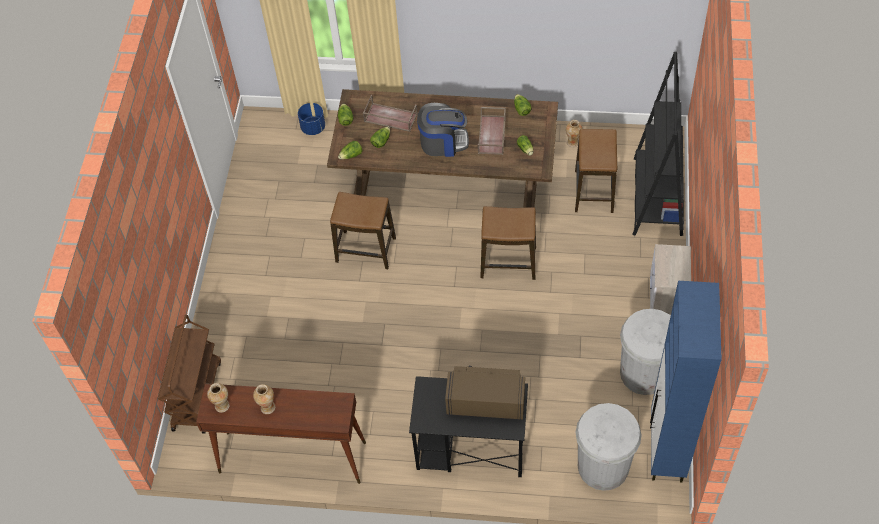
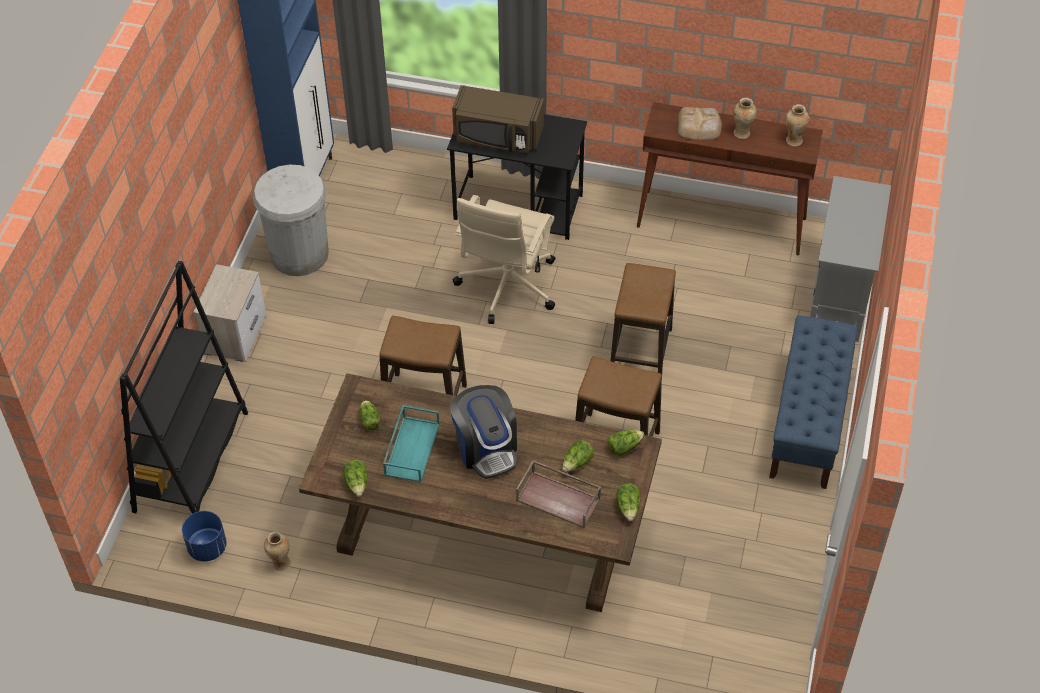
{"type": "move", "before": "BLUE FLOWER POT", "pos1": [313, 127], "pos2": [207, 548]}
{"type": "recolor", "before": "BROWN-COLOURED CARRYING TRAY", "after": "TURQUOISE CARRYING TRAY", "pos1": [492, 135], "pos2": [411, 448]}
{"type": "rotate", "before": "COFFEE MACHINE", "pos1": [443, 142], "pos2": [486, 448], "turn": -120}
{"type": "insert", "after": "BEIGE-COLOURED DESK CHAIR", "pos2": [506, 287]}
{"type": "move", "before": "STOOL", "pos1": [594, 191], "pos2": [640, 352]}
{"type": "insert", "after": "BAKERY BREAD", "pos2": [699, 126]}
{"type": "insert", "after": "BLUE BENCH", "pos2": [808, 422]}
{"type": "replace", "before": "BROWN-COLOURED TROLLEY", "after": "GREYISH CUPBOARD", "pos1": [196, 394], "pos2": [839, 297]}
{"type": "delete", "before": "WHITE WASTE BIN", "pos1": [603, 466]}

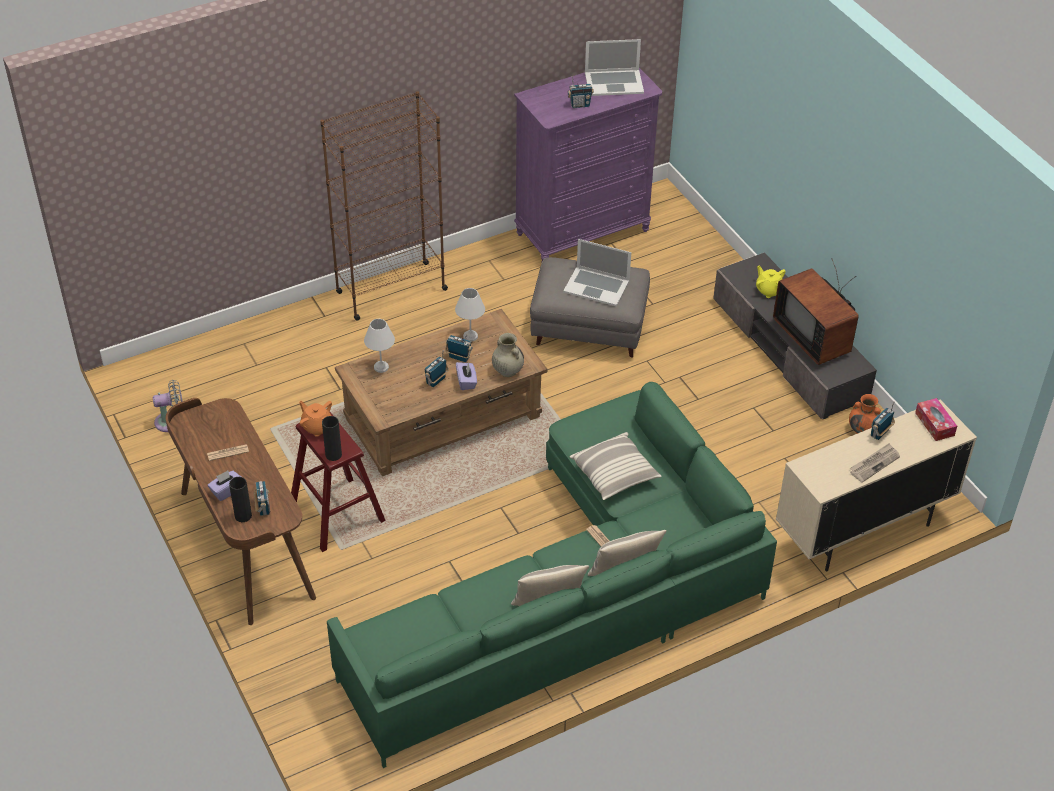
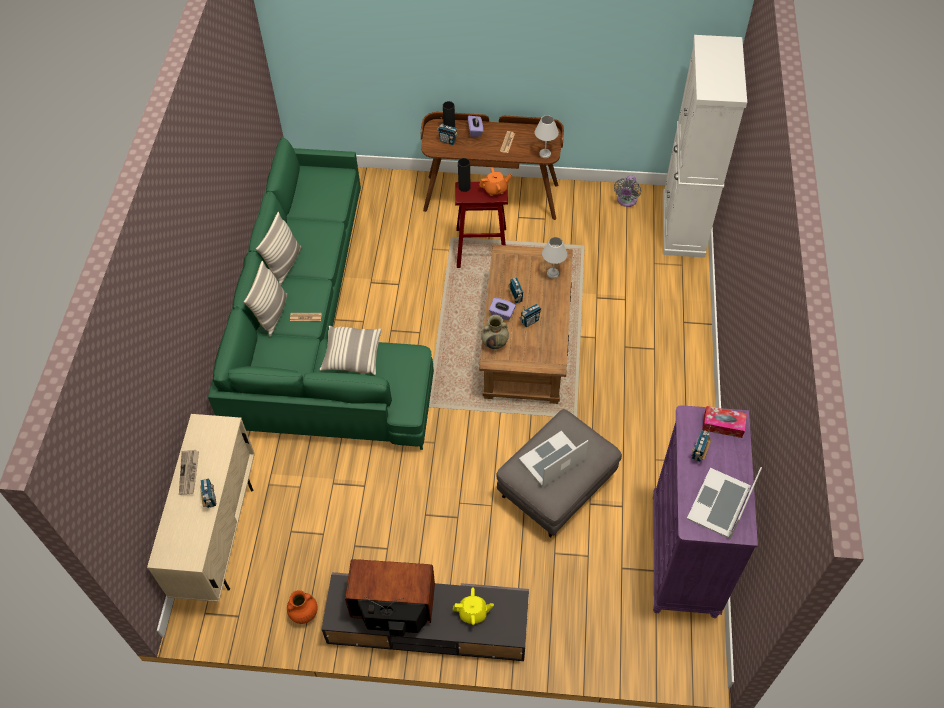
{"type": "move", "before": "WHITE LAMP FOR A TABLE", "pos1": [470, 336], "pos2": [545, 154]}
{"type": "insert", "after": "WHITE CUPBOARD", "pos2": [683, 225]}
{"type": "move", "before": "TISSUE BOX", "pos1": [934, 424], "pos2": [723, 425]}
{"type": "delete", "before": "BROWN-COLOURED SHELVING UNIT", "pos1": [391, 291]}

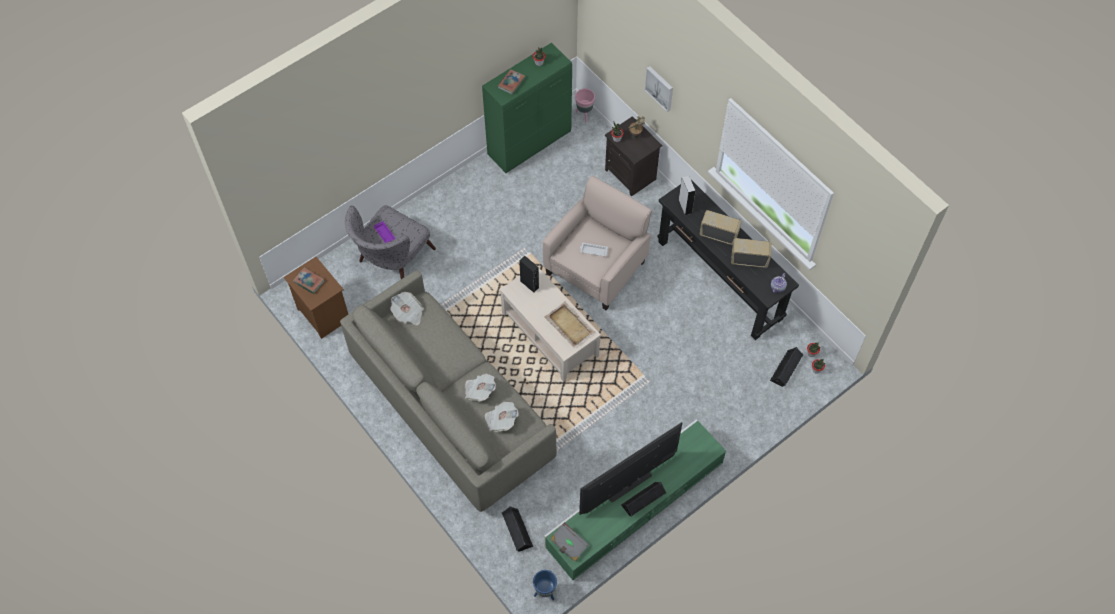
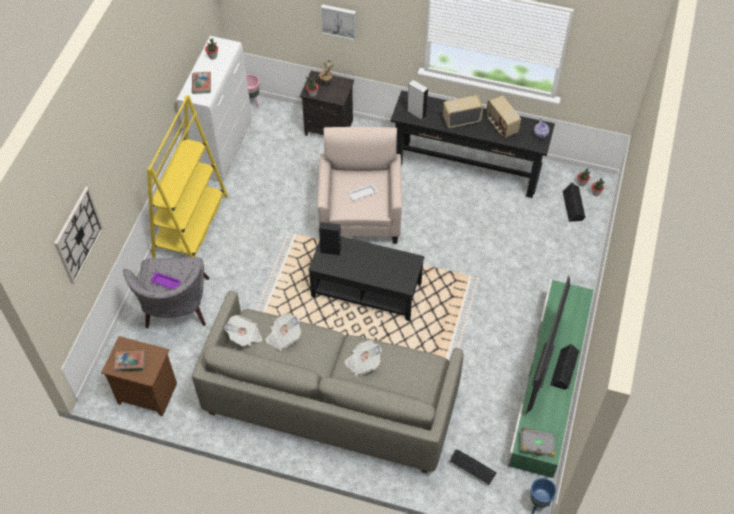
{"type": "insert", "after": "WALL CLOCK", "pos2": [78, 235]}
{"type": "insert", "after": "YELLOWISH SHELVING UNIT", "pos2": [191, 226]}
{"type": "recolor", "before": "GREEN CUPBOARD", "after": "WHITE CUPBOARD", "pos1": [530, 143], "pos2": [223, 148]}
{"type": "move", "before": "PRINTED PAPER", "pos1": [501, 420], "pos2": [283, 337]}
{"type": "recolor", "before": "BEIGE-COLOURED LOW TABLE", "after": "BLACKISH LOW TABLE", "pos1": [549, 334], "pos2": [366, 290]}
{"type": "rotate", "before": "RADIO SET", "pos1": [749, 259], "pos2": [501, 125], "turn": -90}
{"type": "delete", "before": "BEIGE-COLOURED CARRYING TRAY", "pos1": [569, 325]}

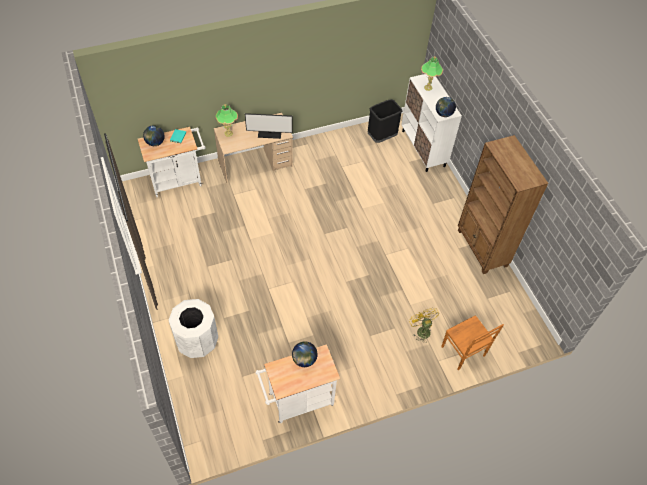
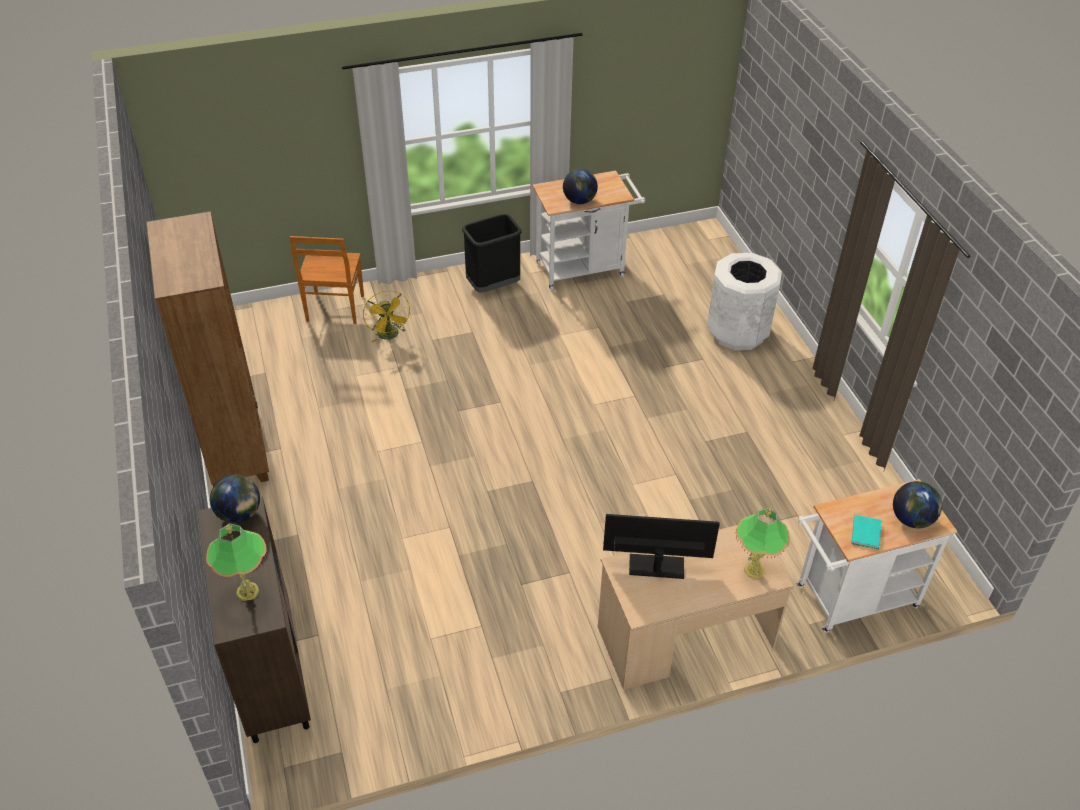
{"type": "recolor", "before": "WHITE CUPBOARD", "after": "BROWN-COLOURED CUPBOARD", "pos1": [423, 148], "pos2": [271, 671]}
{"type": "rotate", "before": "BROWN-COLOURED PLAIN CHAIR", "pos1": [463, 352], "pos2": [334, 309], "turn": -150}
{"type": "move", "before": "BLACKISH WASTE BIN", "pos1": [381, 137], "pos2": [493, 285]}

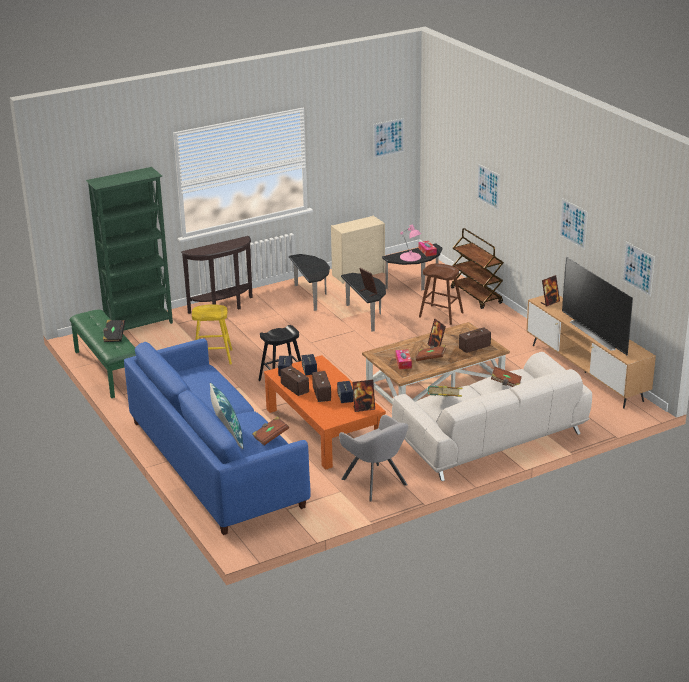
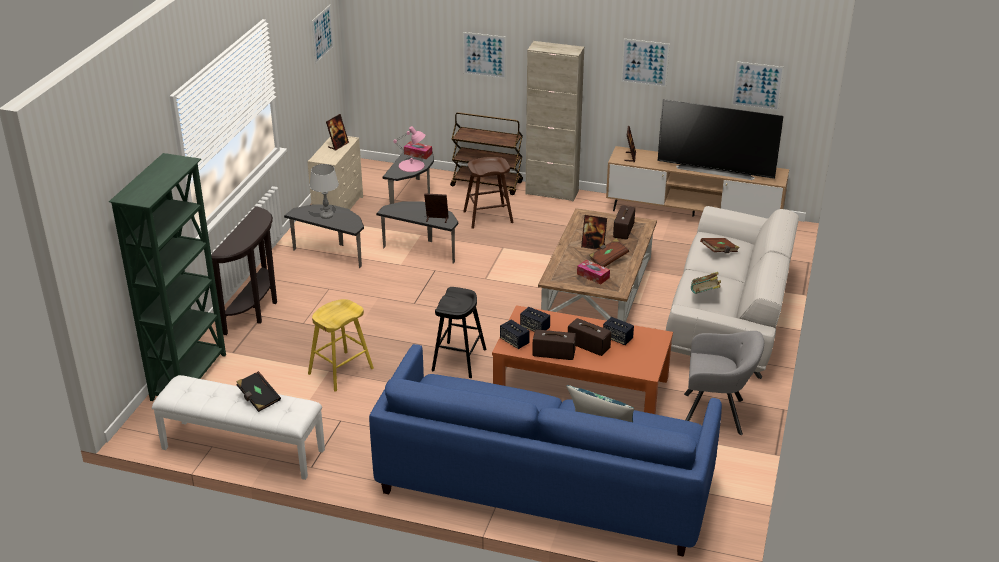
{"type": "recolor", "before": "GREEN BENCH", "after": "WHITE BENCH", "pos1": [107, 370], "pos2": [242, 450]}
{"type": "insert", "after": "GREYISH LAMP FOR A TABLE", "pos2": [326, 215]}
{"type": "move", "before": "PHOTO FRAME", "pos1": [364, 408], "pos2": [338, 145]}
{"type": "insert", "after": "BEIGE-COLOURED CUPBOARD", "pos2": [552, 192]}
{"type": "delete", "before": "BROWN-COLOURED BOOK", "pos1": [270, 436]}

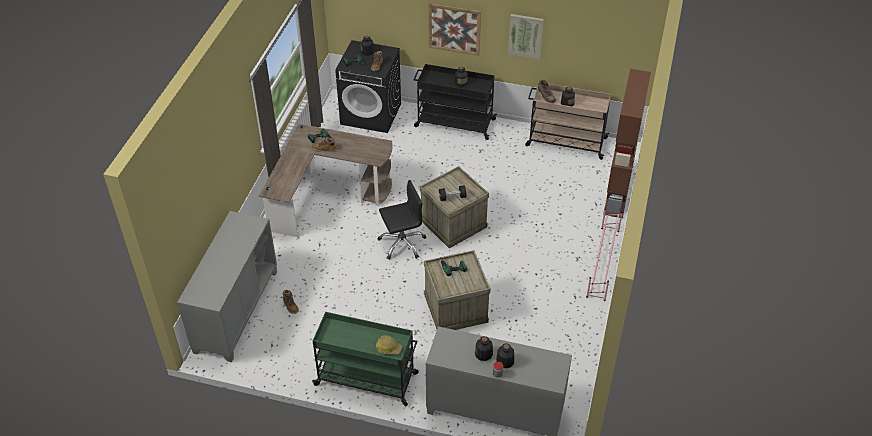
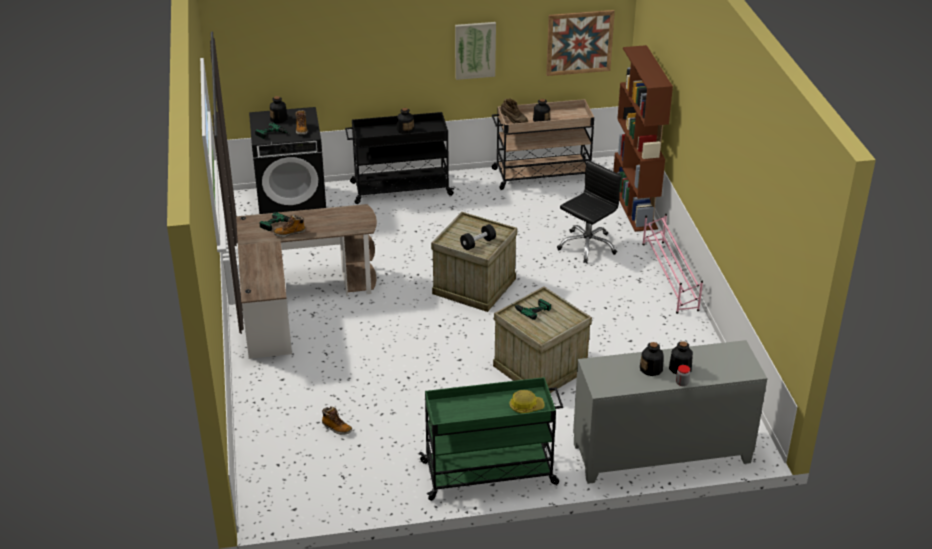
{"type": "move", "before": "PICTURE", "pos1": [454, 29], "pos2": [579, 42]}
{"type": "move", "before": "BLACKISH DESK CHAIR", "pos1": [402, 243], "pos2": [587, 246]}
{"type": "delete", "before": "GREYISH CUPBOARD", "pos1": [236, 311]}

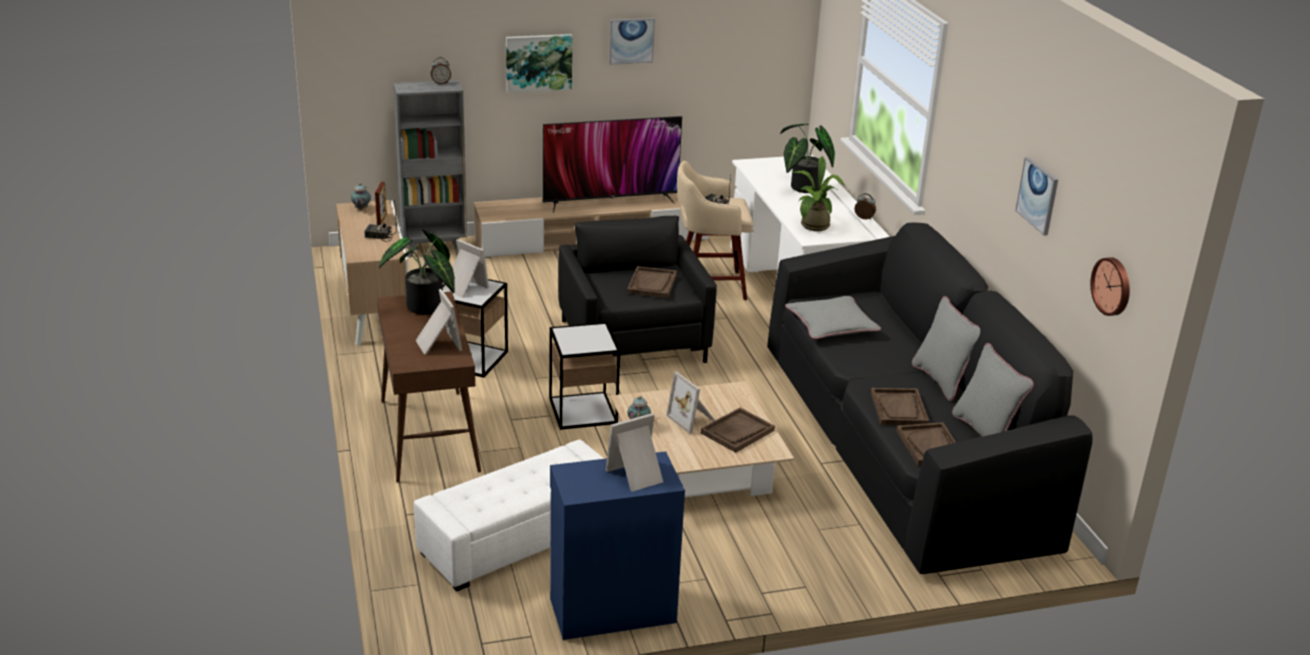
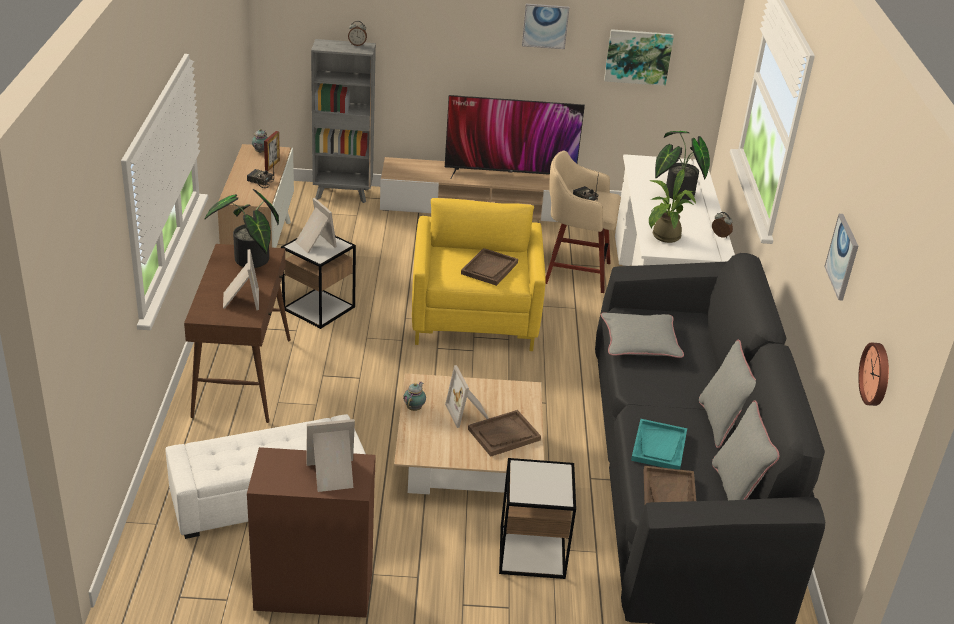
{"type": "recolor", "before": "BLUE CUPBOARD", "after": "BROWN-COLOURED CUPBOARD", "pos1": [611, 609], "pos2": [313, 589]}
{"type": "recolor", "before": "BLACKISH LOUNGE CHAIR", "after": "YELLOWISH LOUNGE CHAIR", "pos1": [633, 341], "pos2": [474, 316]}
{"type": "move", "before": "ACCENT TABLE", "pos1": [582, 411], "pos2": [532, 552]}
{"type": "move", "before": "PICTURE", "pos1": [538, 62], "pos2": [638, 56]}
{"type": "recolor", "before": "BROWN-COLOURED CARRYING TRAY", "after": "TURQUOISE CARRYING TRAY", "pos1": [899, 409], "pos2": [659, 446]}

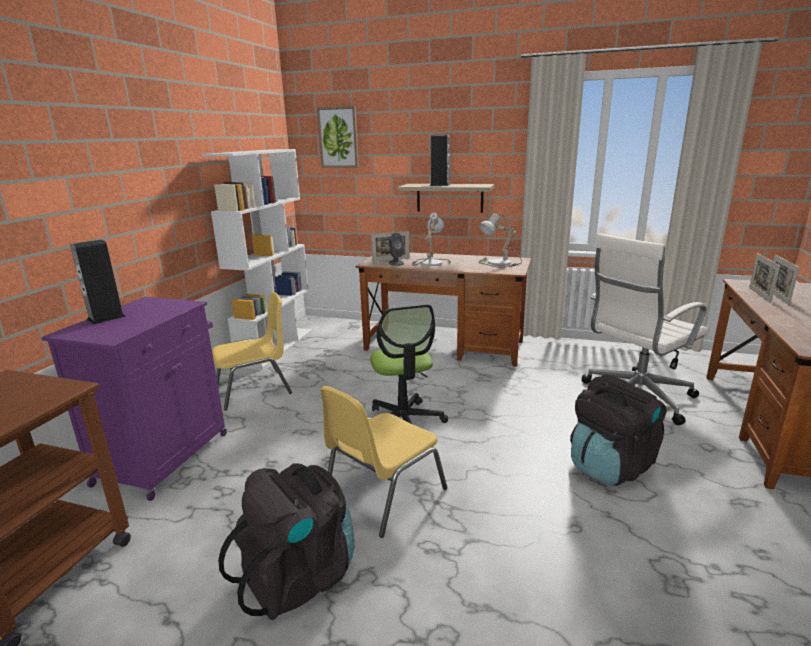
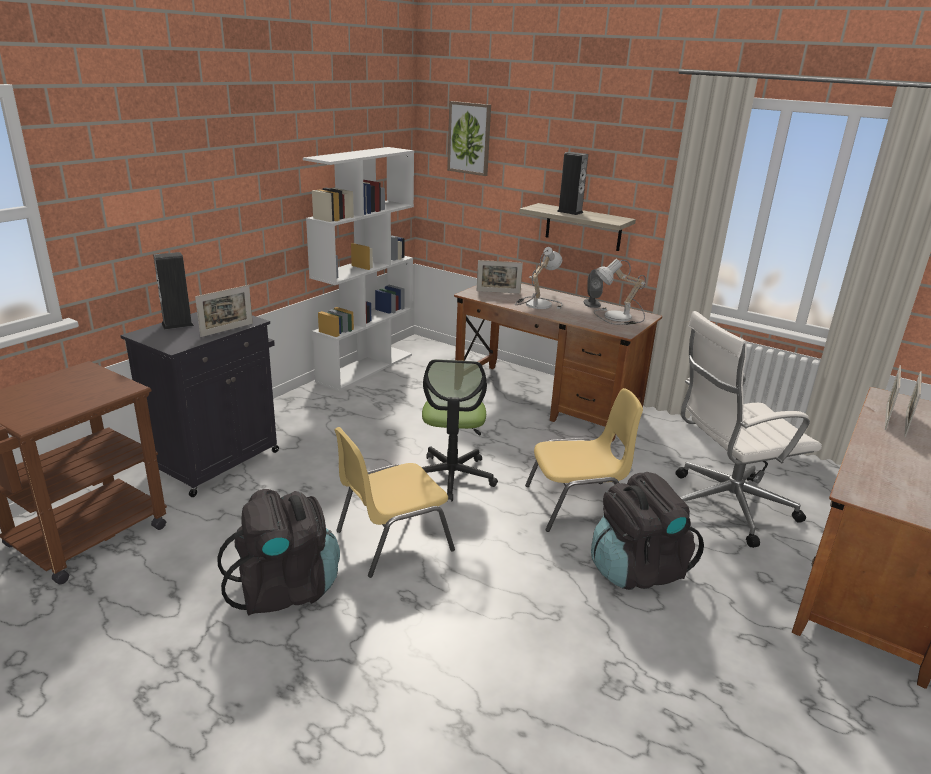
{"type": "recolor", "before": "PURPLISH CUPBOARD", "after": "BLACKISH CUPBOARD", "pos1": [165, 457], "pos2": [217, 461]}
{"type": "insert", "after": "PHOTO FRAME", "pos2": [227, 330]}
{"type": "move", "before": "YELLOWISH PLAIN CHAIR", "pos1": [254, 389], "pos2": [577, 505]}
{"type": "move", "before": "GREYISH AUDIO SPEAKER", "pos1": [396, 263], "pos2": [592, 303]}

